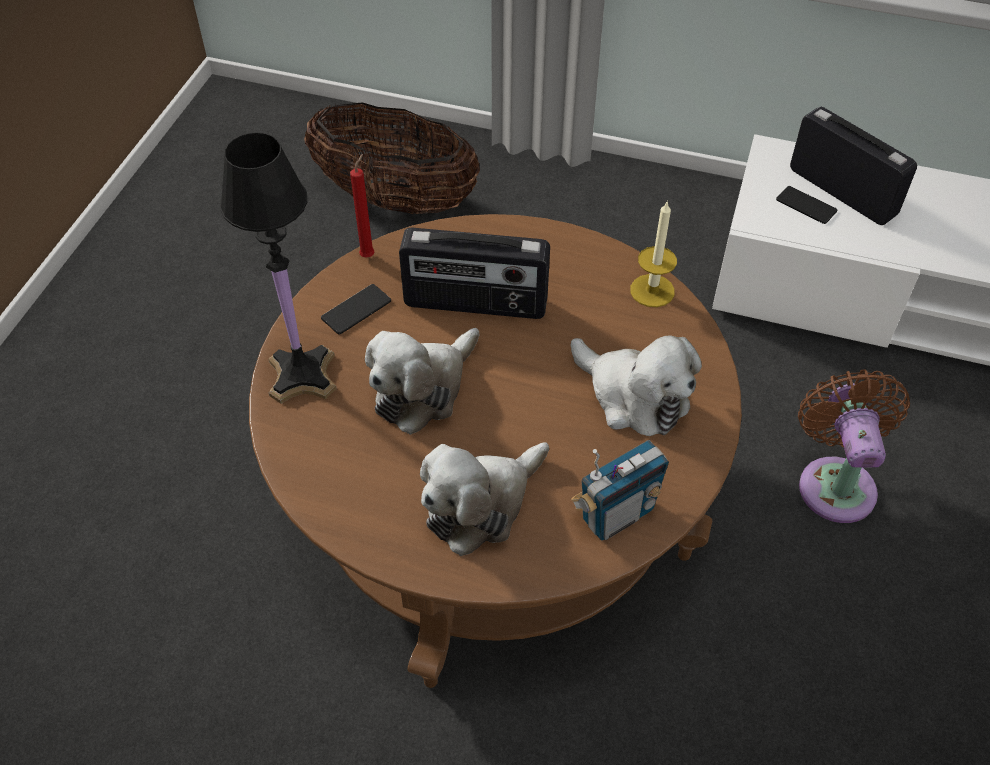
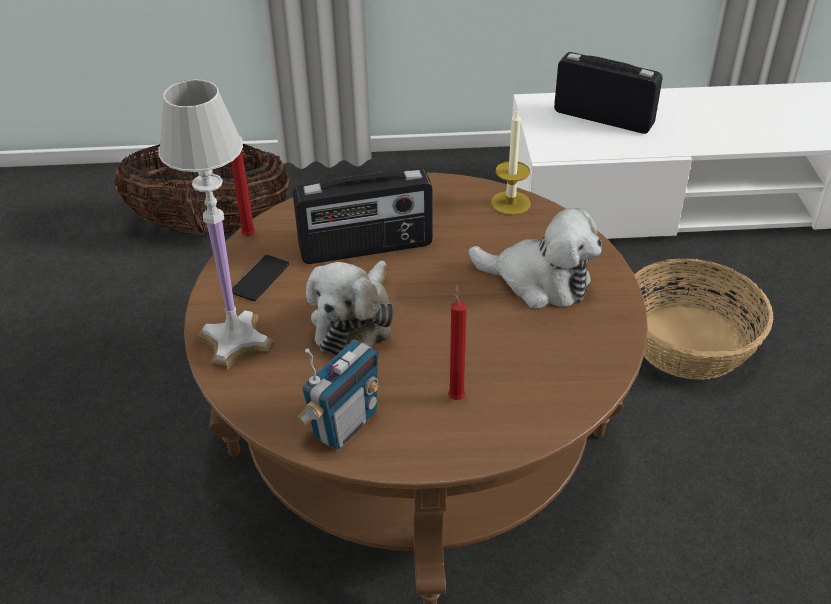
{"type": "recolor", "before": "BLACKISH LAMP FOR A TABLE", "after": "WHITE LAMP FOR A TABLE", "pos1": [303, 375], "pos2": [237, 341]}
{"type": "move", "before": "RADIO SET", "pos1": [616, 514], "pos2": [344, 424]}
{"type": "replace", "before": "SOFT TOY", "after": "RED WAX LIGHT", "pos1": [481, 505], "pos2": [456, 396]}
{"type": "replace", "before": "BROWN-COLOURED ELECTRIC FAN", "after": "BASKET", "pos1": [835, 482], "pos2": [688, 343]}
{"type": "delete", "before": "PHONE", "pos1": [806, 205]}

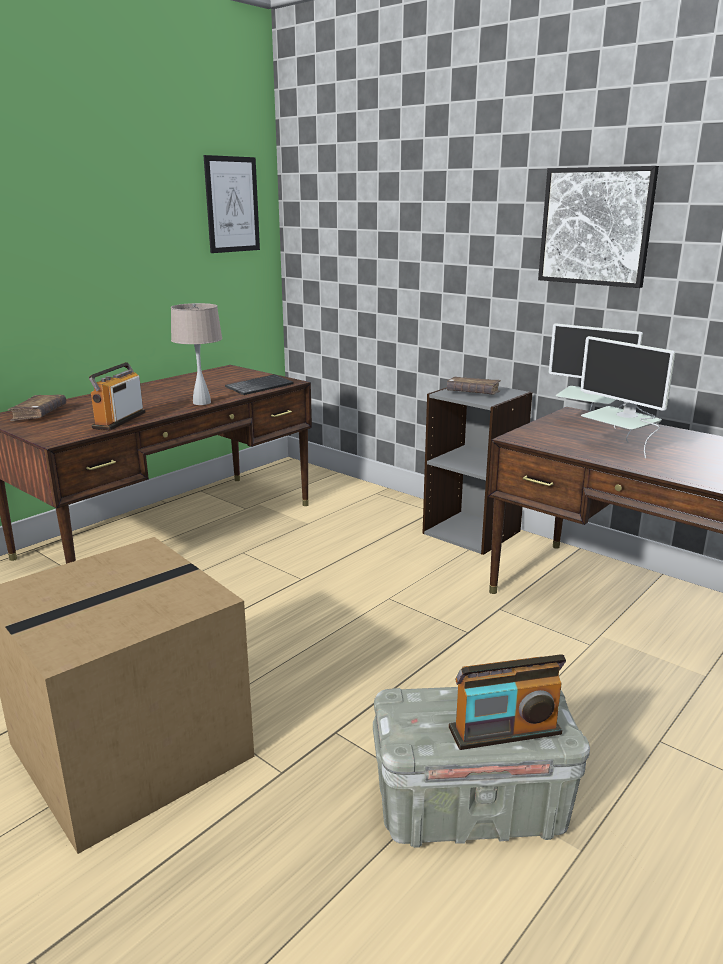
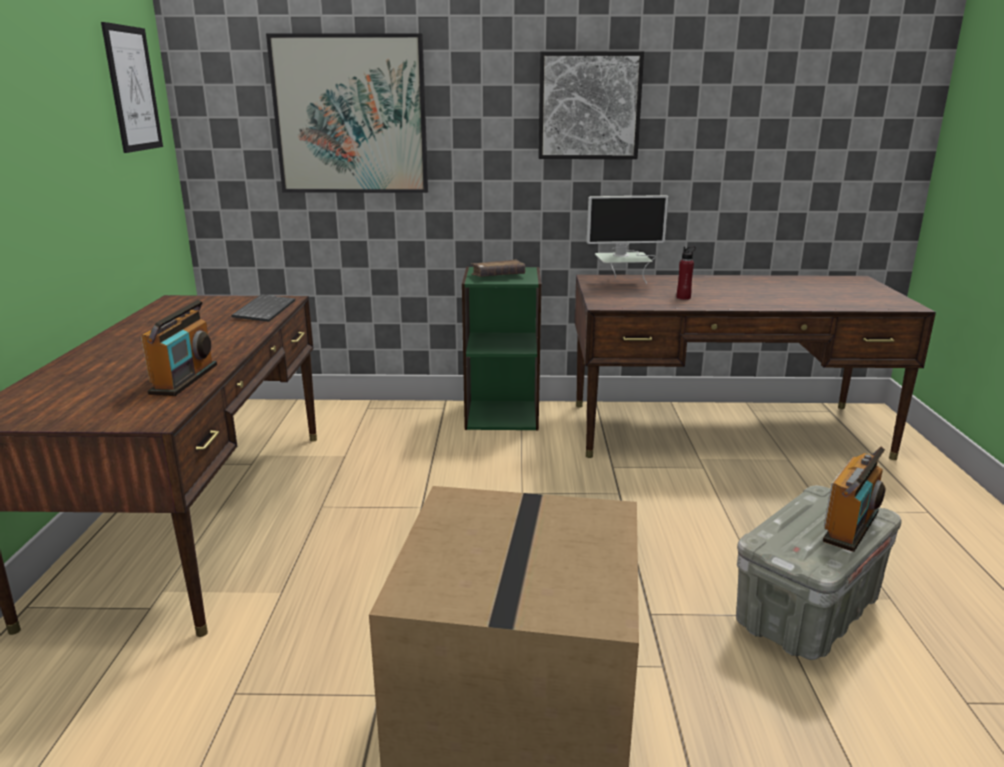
{"type": "rotate", "before": "RADIO SET", "pos1": [119, 420], "pos2": [184, 379], "turn": -150}
{"type": "insert", "after": "PICTURE", "pos2": [351, 115]}
{"type": "recolor", "before": "GREYISH SHELVING UNIT", "after": "GREEN SHELVING UNIT", "pos1": [472, 532], "pos2": [502, 415]}
{"type": "replace", "before": "COMPUTER SCREEN", "after": "RED DRINK BOTTLE", "pos1": [618, 450], "pos2": [683, 298]}
{"type": "delete", "before": "BROWN-COLOURED BOOK", "pos1": [39, 414]}
{"type": "delete", "before": "BEIGE-COLOURED LAMP FOR A TABLE", "pos1": [201, 402]}

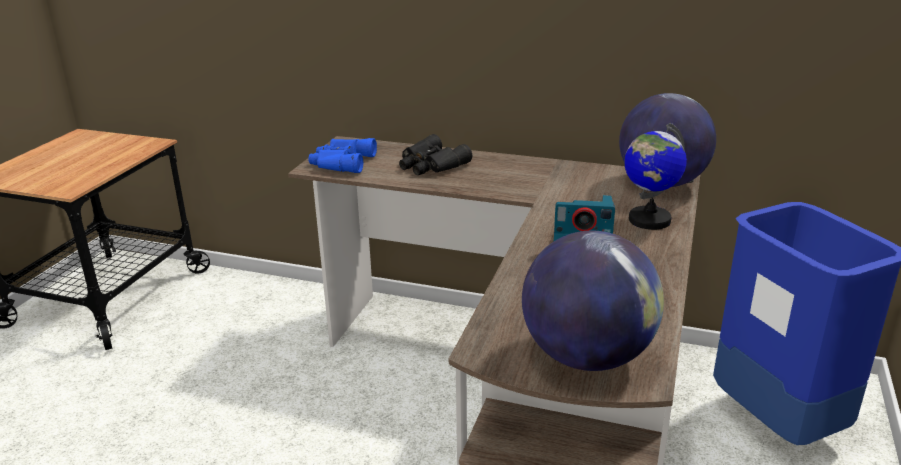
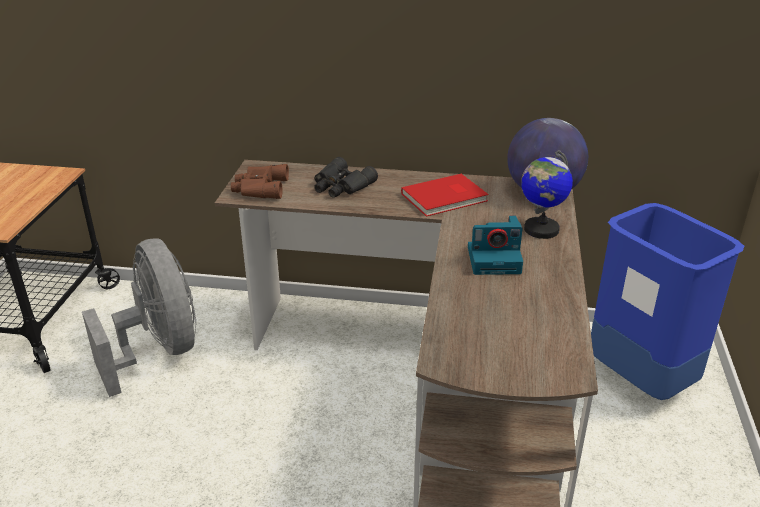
{"type": "insert", "after": "GREYISH ELECTRIC FAN", "pos2": [158, 351]}
{"type": "recolor", "before": "BLUE PAIR OF BINOCULARS", "after": "BROWN-COLOURED PAIR OF BINOCULARS", "pos1": [340, 162], "pos2": [259, 188]}
{"type": "insert", "after": "RED BOOK", "pos2": [446, 198]}
{"type": "delete", "before": "WORLD GLOBE", "pos1": [587, 357]}

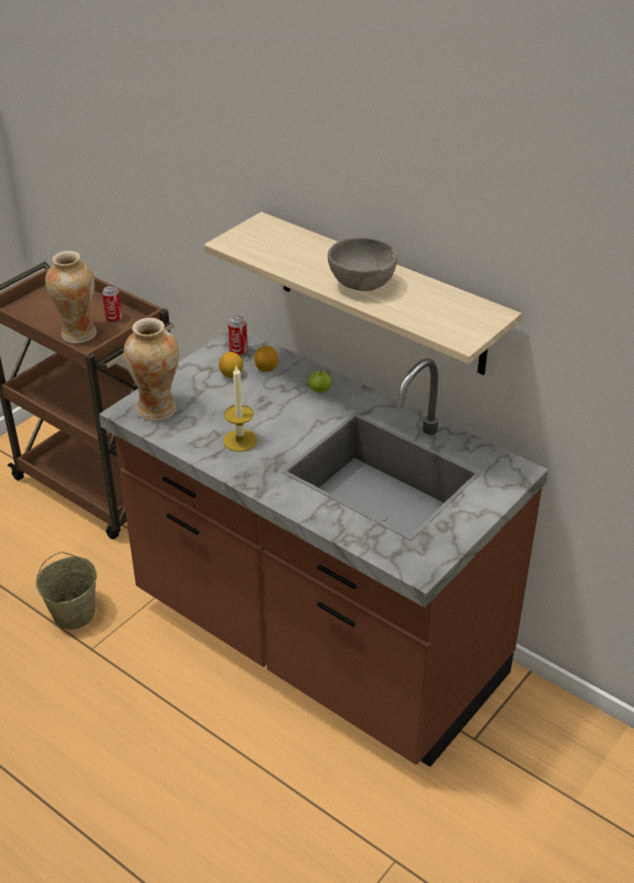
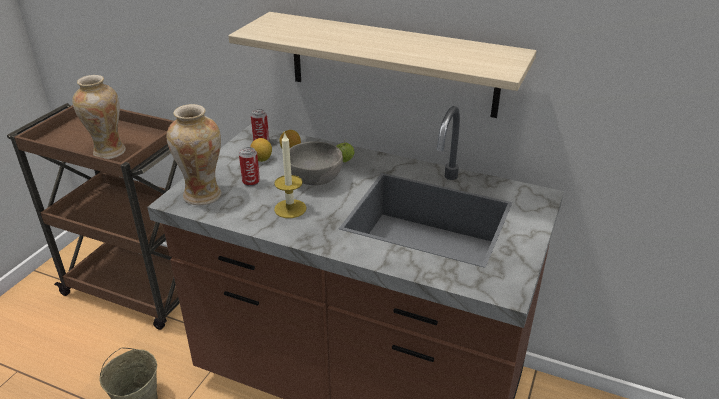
{"type": "move", "before": "METAL CAN", "pos1": [114, 318], "pos2": [251, 182]}
{"type": "move", "before": "GREYISH DEEP DISH", "pos1": [362, 285], "pos2": [315, 181]}

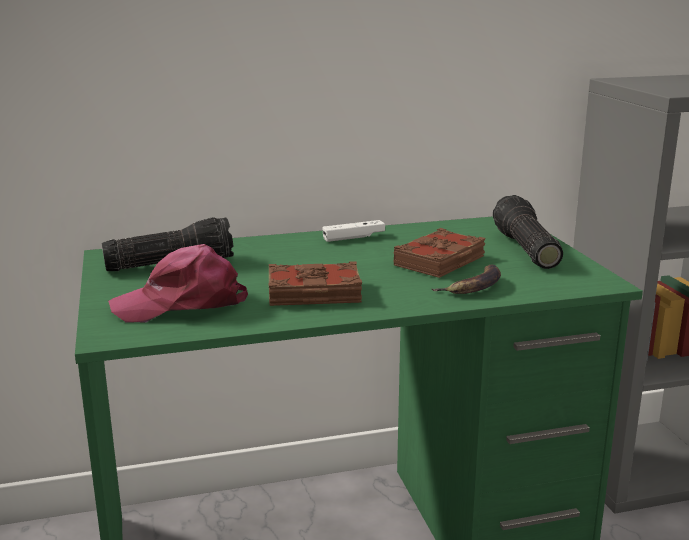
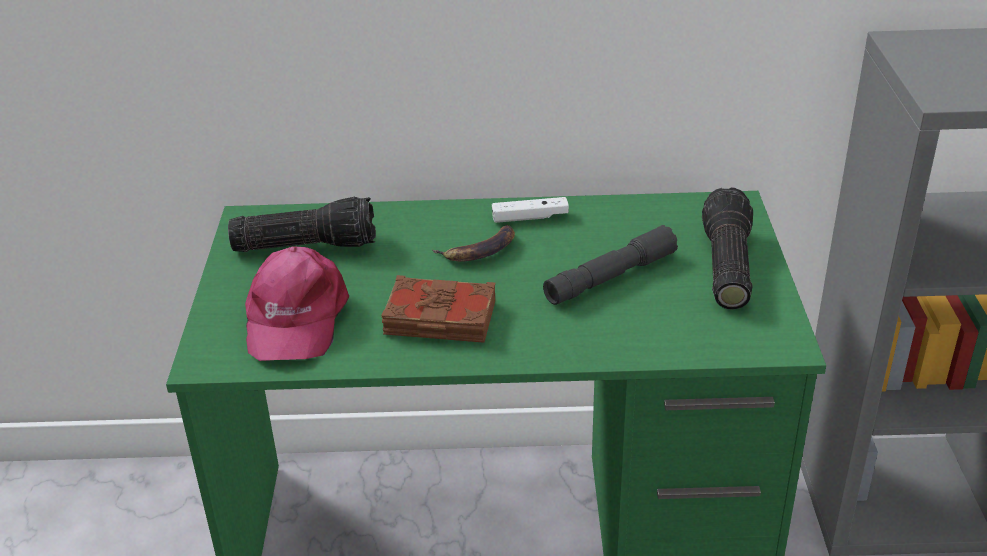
{"type": "rotate", "before": "PINKISH PEAKED CAP", "pos1": [182, 304], "pos2": [295, 318], "turn": -90}
{"type": "move", "before": "BANANA FRUIT", "pos1": [473, 286], "pos2": [480, 250]}
{"type": "replace", "before": "BROWN-COLOURED BOOK", "after": "GREYISH FLASHLIGHT", "pos1": [440, 261], "pos2": [610, 277]}

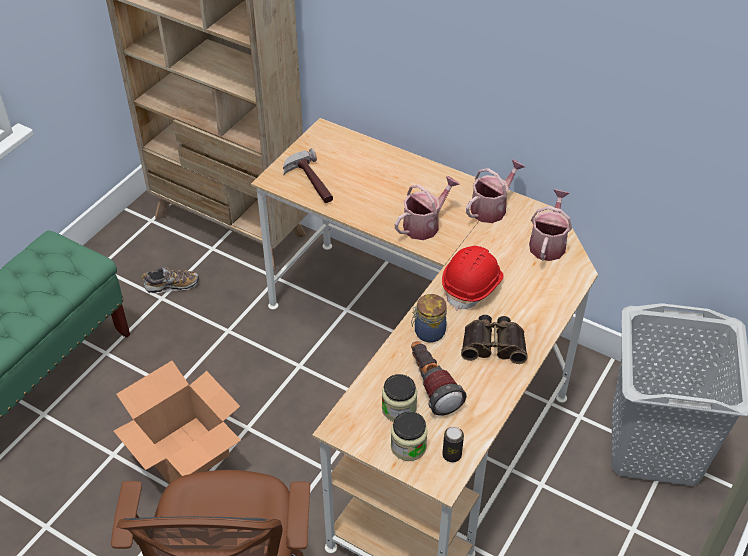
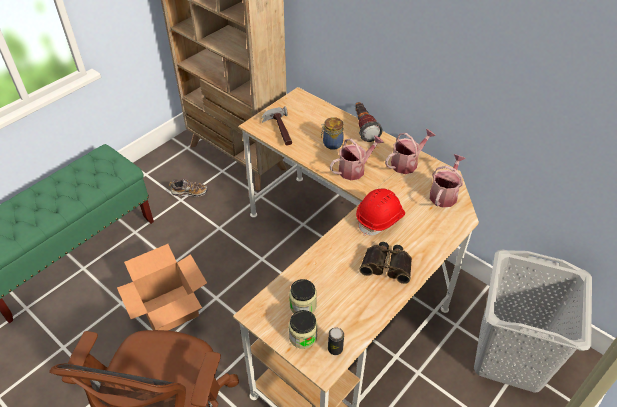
{"type": "move", "before": "STORAGE JAR", "pos1": [428, 332], "pos2": [331, 144]}
{"type": "move", "before": "FLASHLIGHT", "pos1": [431, 386], "pos2": [364, 128]}

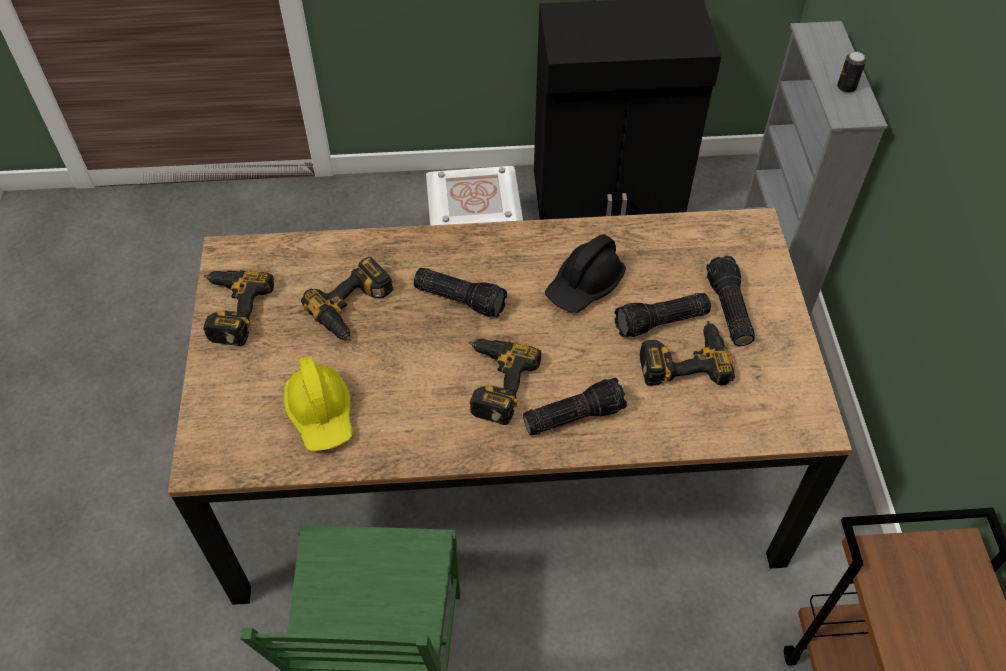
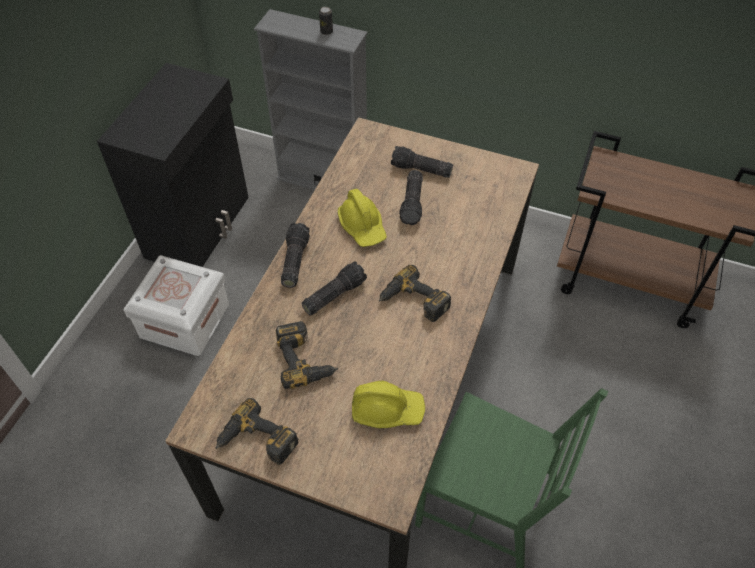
{"type": "move", "before": "FLASHLIGHT", "pos1": [573, 415], "pos2": [293, 261]}
{"type": "recolor", "before": "BLACKISH WORK HELMET", "after": "YELLOWISH WORK HELMET", "pos1": [584, 285], "pos2": [362, 226]}
{"type": "delete", "before": "DRILL", "pos1": [683, 359]}

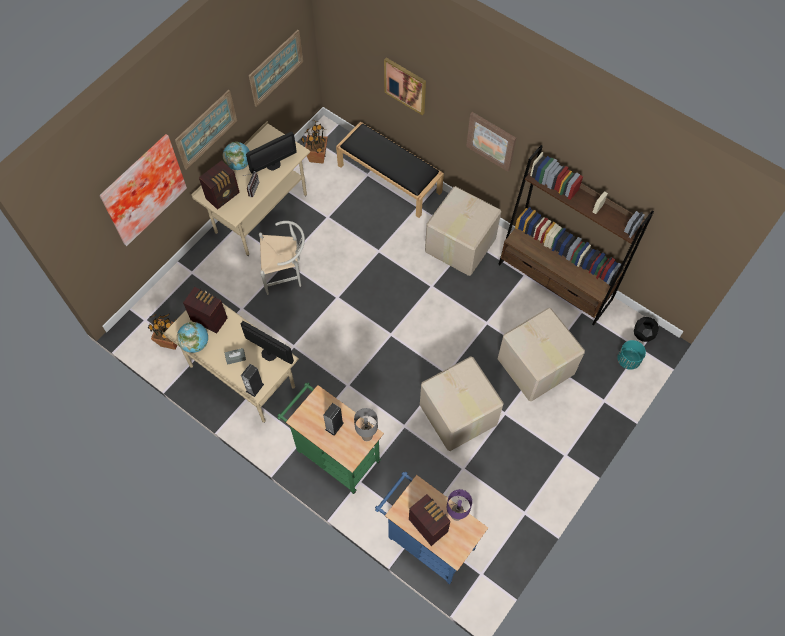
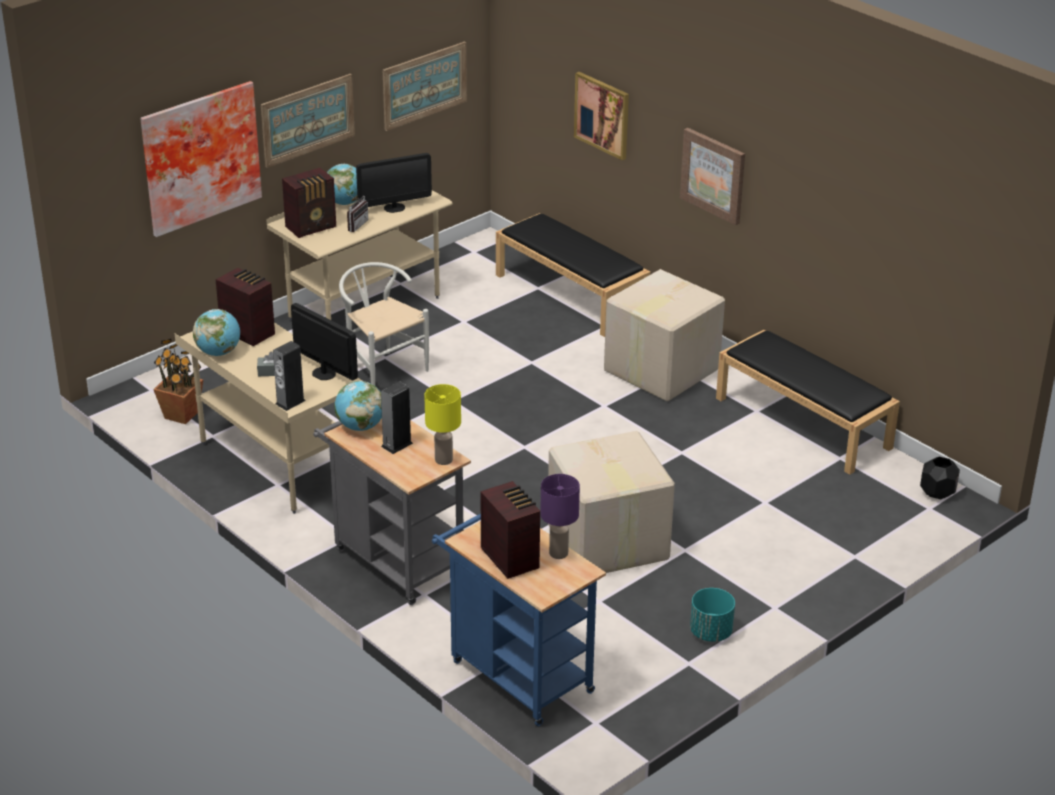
{"type": "recolor", "before": "GREEN TROLLEY", "after": "GREYISH TROLLEY", "pos1": [334, 453], "pos2": [394, 559]}
{"type": "insert", "after": "WORLD GLOBE", "pos2": [360, 426]}
{"type": "rotate", "before": "WHITE PLAIN CHAIR", "pos1": [286, 274], "pos2": [382, 369], "turn": -135}
{"type": "recolor", "before": "GREYISH LAMP FOR A TABLE", "after": "YELLOWISH LAMP FOR A TABLE", "pos1": [366, 436], "pos2": [443, 460]}
{"type": "move", "before": "TURQUOISE FLOWER POT", "pos1": [628, 360], "pos2": [711, 633]}
{"type": "replace", "before": "BROWN-COLOURED SHELVING UNIT", "after": "BLACKISH BENCH", "pos1": [555, 282], "pos2": [804, 423]}
{"type": "delete", "before": "POTTED PLANT", "pos1": [317, 157]}
{"type": "delete", "before": "PACKING BOX", "pos1": [535, 367]}

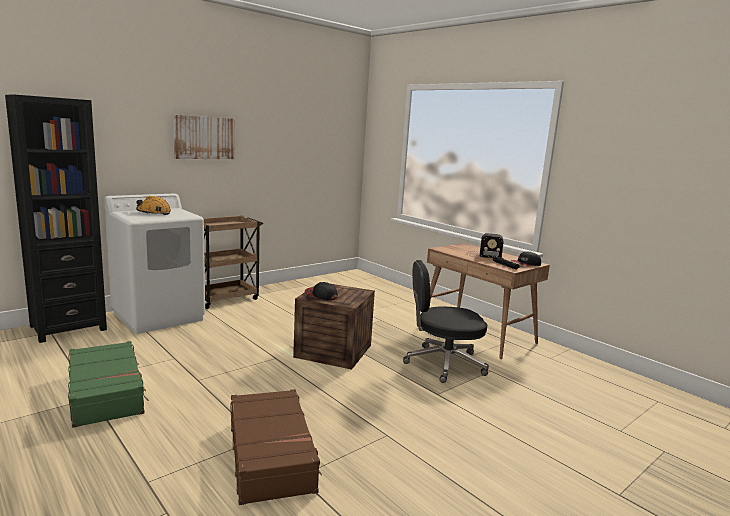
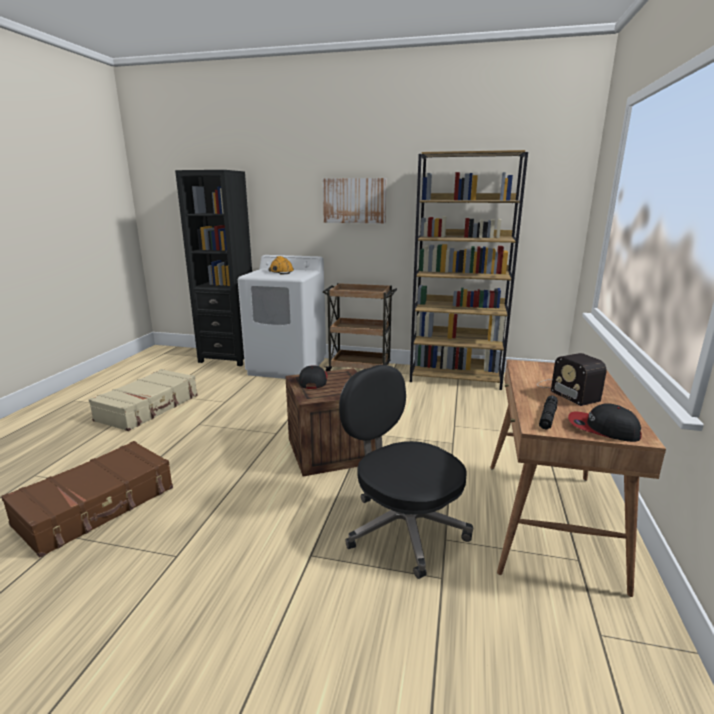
{"type": "recolor", "before": "GREEN PIECE OF LUGGAGE", "after": "BEIGE-COLOURED PIECE OF LUGGAGE", "pos1": [107, 393], "pos2": [149, 408]}
{"type": "insert", "after": "BROWN-COLOURED SHELVING UNIT", "pos2": [456, 377]}

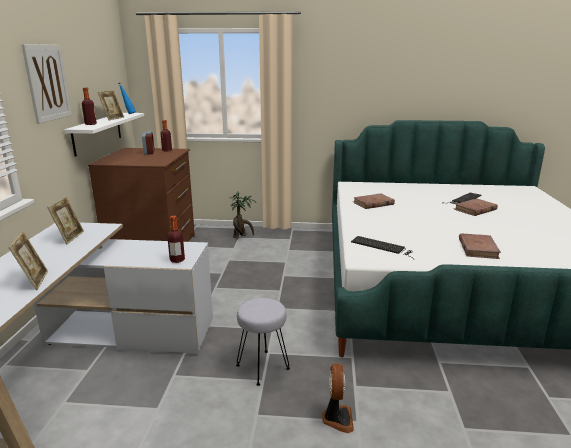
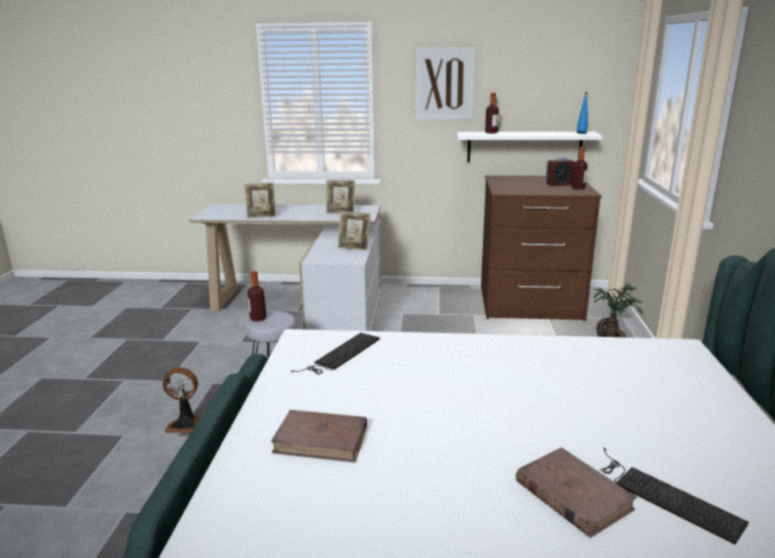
{"type": "move", "before": "DRINK BOTTLE", "pos1": [177, 260], "pos2": [258, 319]}
{"type": "move", "before": "PHOTO FRAME", "pos1": [113, 118], "pos2": [354, 247]}
{"type": "delete", "before": "BROWN-COLOURED BOOK", "pos1": [373, 203]}

